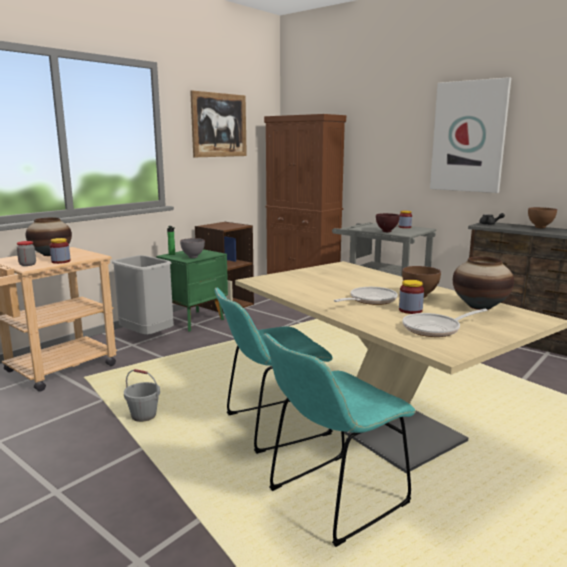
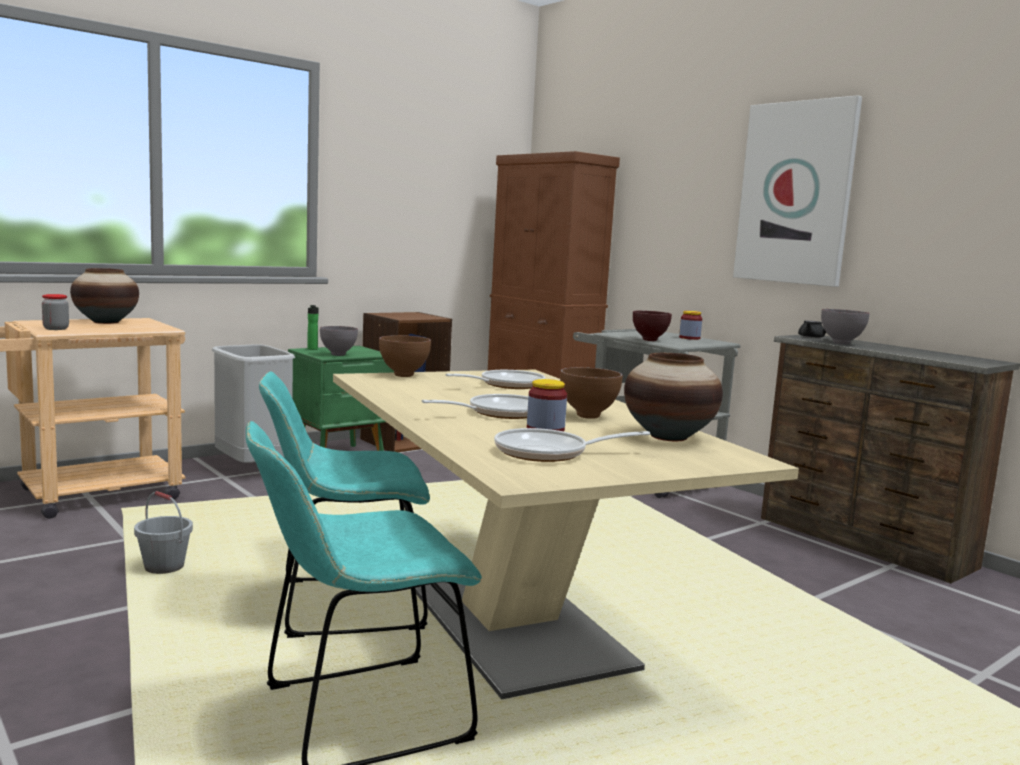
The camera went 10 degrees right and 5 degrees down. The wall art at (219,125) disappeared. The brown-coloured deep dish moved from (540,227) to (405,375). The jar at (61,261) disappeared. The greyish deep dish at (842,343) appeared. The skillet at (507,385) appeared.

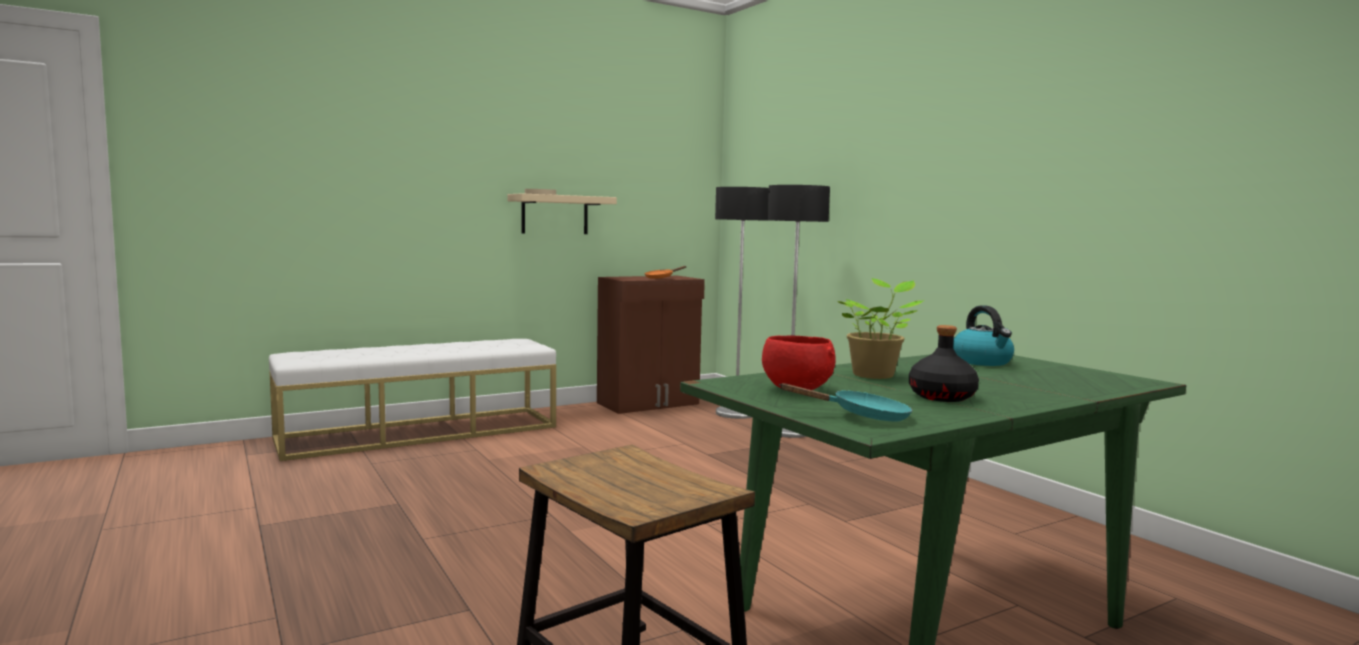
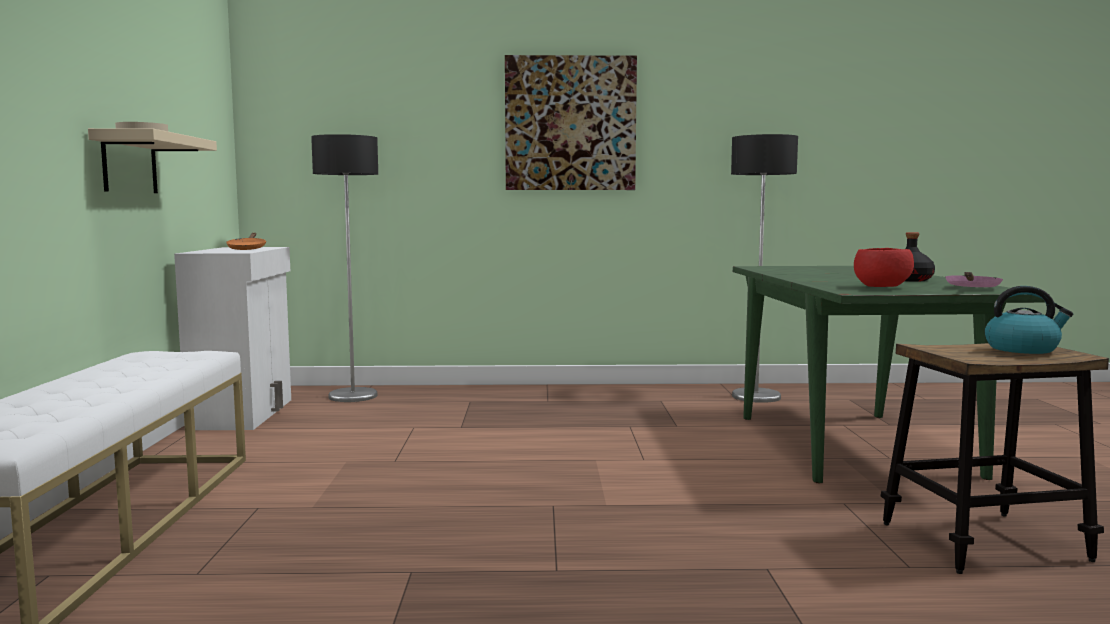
The camera went 60 degrees left and 0 degrees up. The floor lamp moved from (789,431) to (756,396). The brown-coloured storage cabinet at (649,404) became the white storage cabinet at (244,413). The houseplant at (875,375) disappeared. The water kettle moved from (982,362) to (1022,349). The turquoise skillet at (862,416) became the pinkish skillet at (972,288). The wall art at (570,123) appeared.

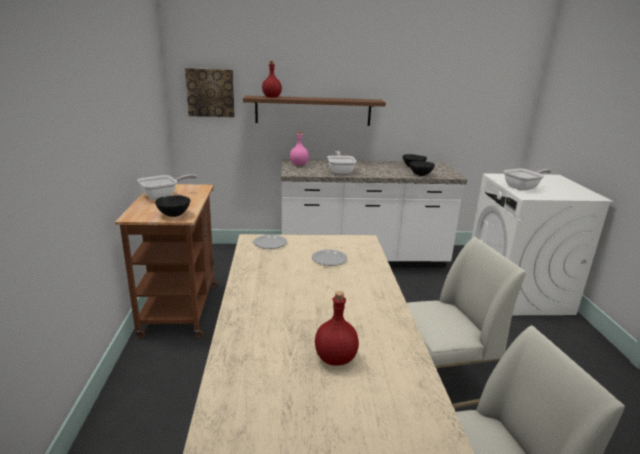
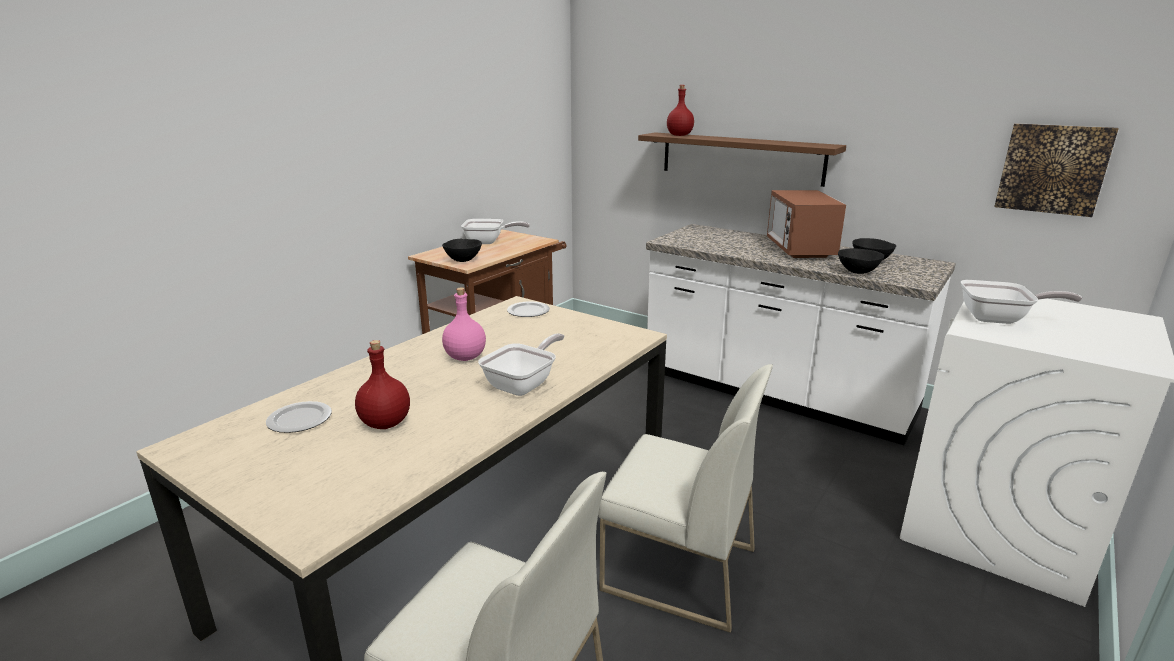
The camera went 40 degrees right and 0 degrees up. The wall art moved from (210,92) to (1053,169). The pinkish beverage bottle moved from (299,164) to (465,357). The skillet moved from (340,171) to (524,384). The dinner plate moved from (330,259) to (300,420). The microwave oven at (799,250) appeared.

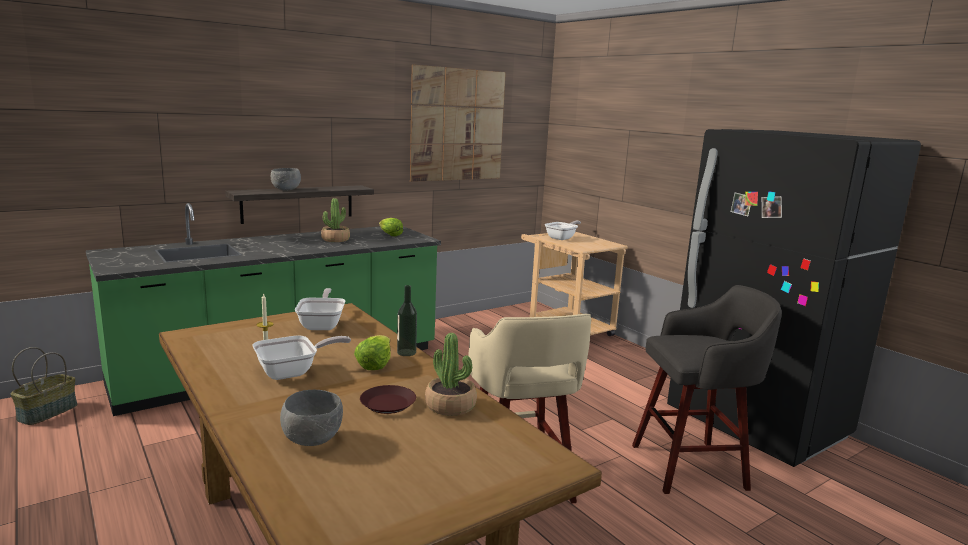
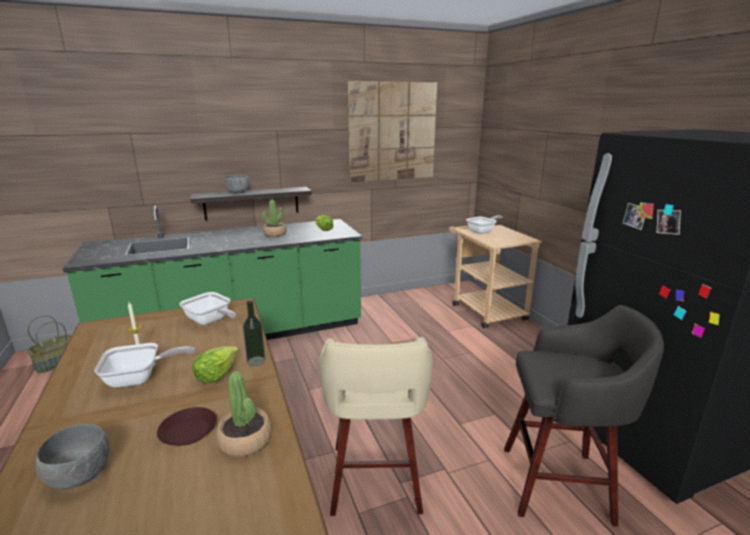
The camera went 15 degrees right and 5 degrees up. The skillet at (322,324) turned 120 degrees clockwise.

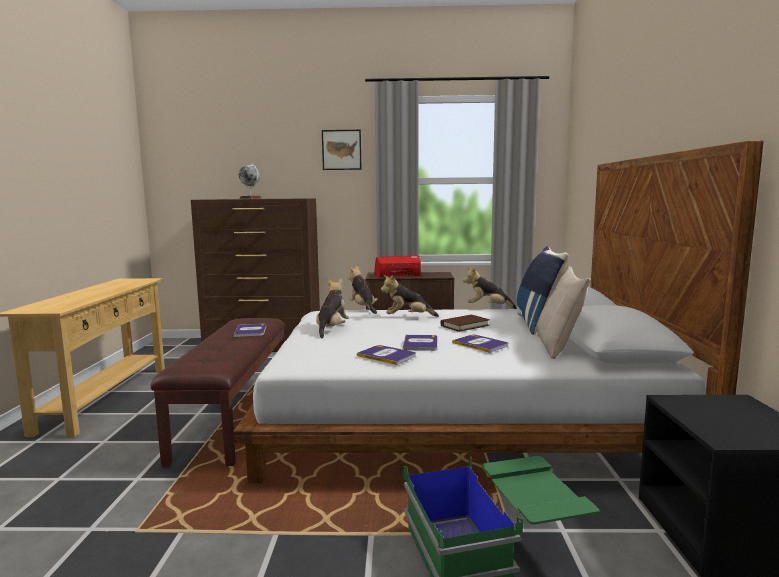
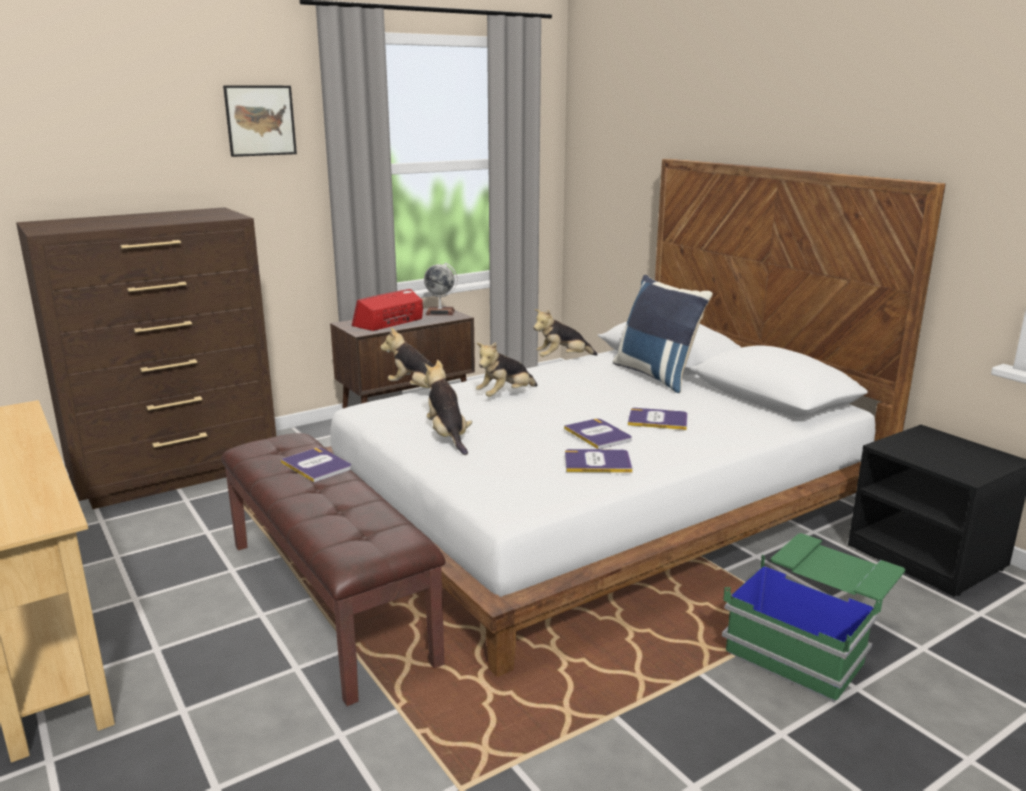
The camera went 35 degrees left and 10 degrees up. The world globe moved from (250,198) to (440,312). The beige cushion at (559,347) disappeared. The brown-coloured volume at (464,325) disappeared.

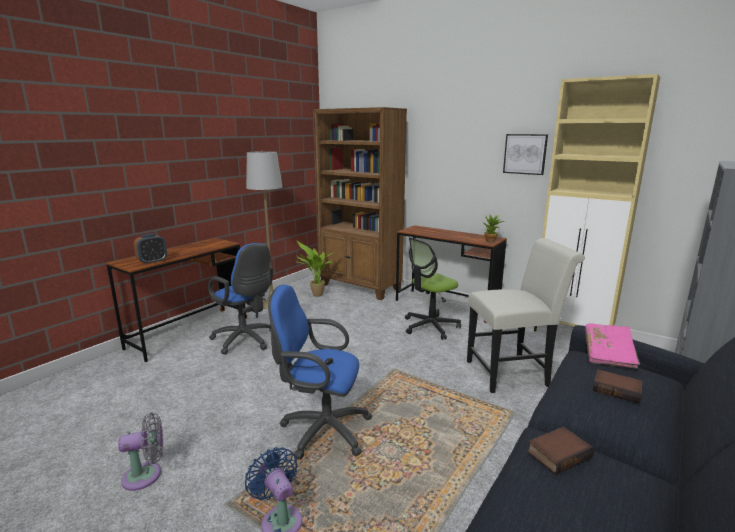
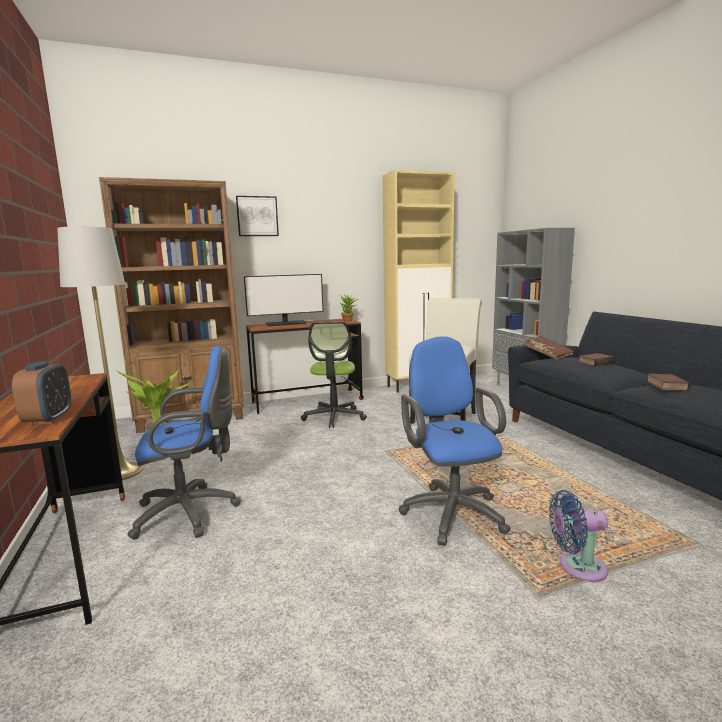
The camera went 55 degrees left and 5 degrees down. The wall art moved from (525,154) to (257,216). The blue-coloured computer chair at (321,430) turned 120 degrees clockwise. The pinkish volume at (608,354) became the brown-coloured volume at (547,355). The greyish fan at (146,475) disappeared. The computer display at (286,323) appeared.

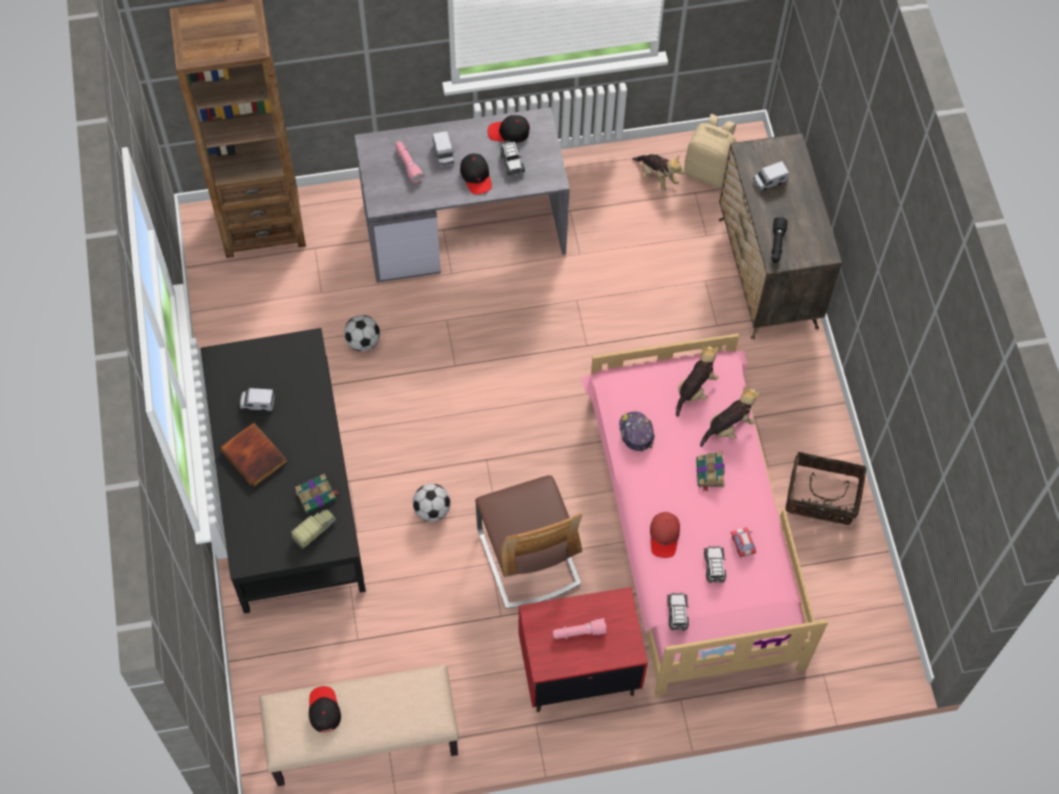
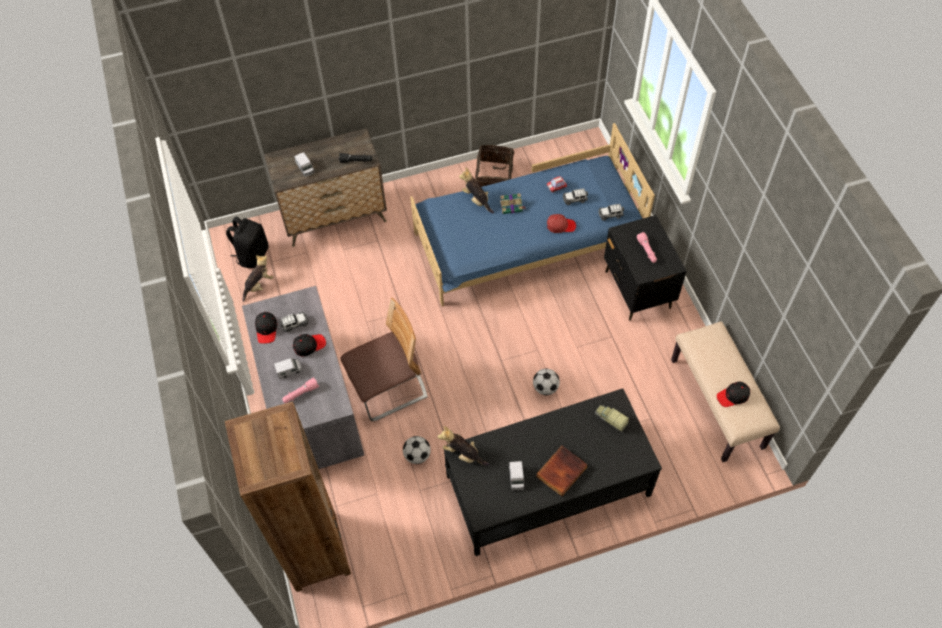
The camera went 95 degrees left and 5 degrees down. The beige backpack at (709,171) became the blackish backpack at (252,255). The pinkish sleeping bed at (691,526) became the blue-coloured sleeping bed at (526,241). The plush toy moved from (695,389) to (463,454). The peaked cap at (635,433) disappeared. The volume at (316,495) disappeared. The upright chair moved from (528,557) to (388,388). The reddish night table at (577,670) became the blackish night table at (637,290).

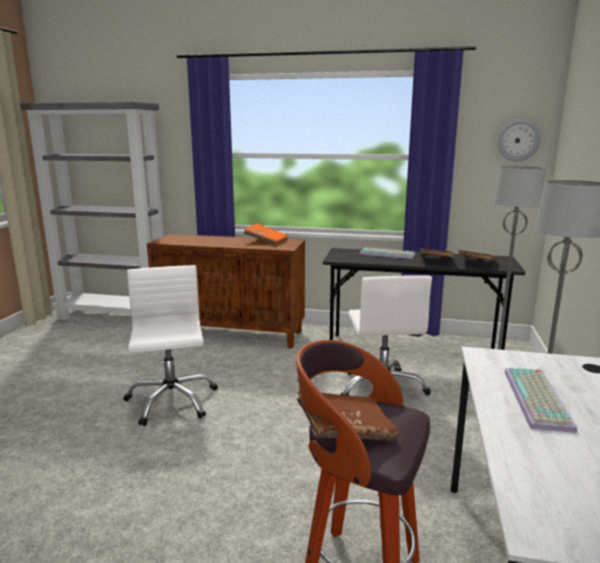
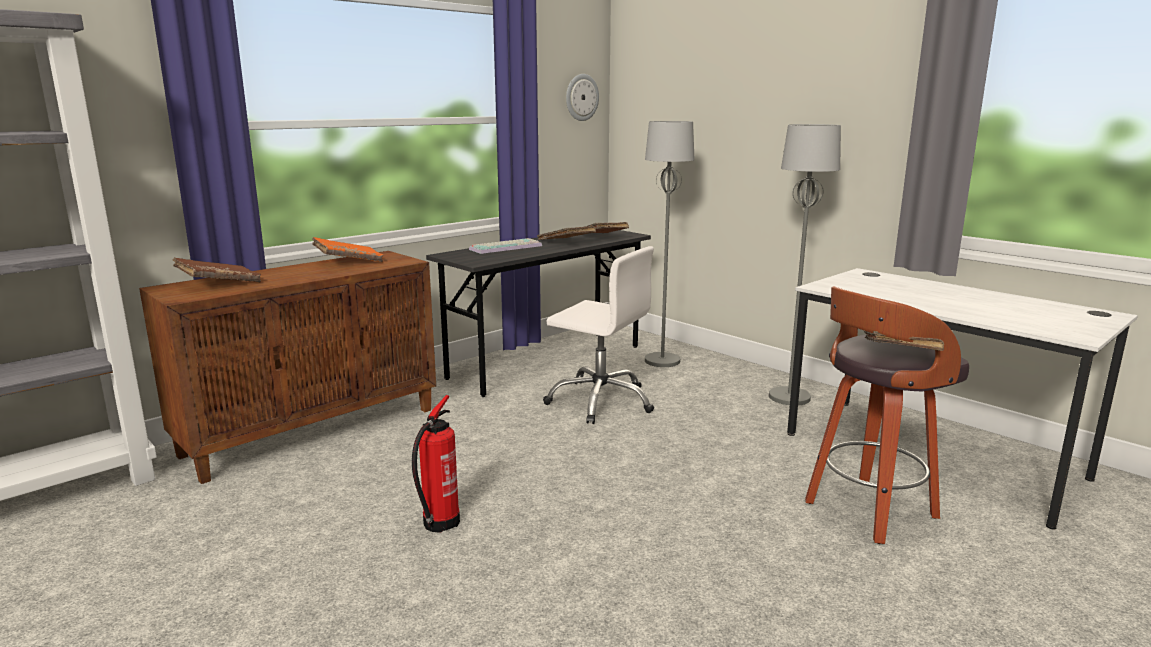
The camera went 55 degrees left and 0 degrees up. The white computer chair at (171,401) was replaced by the extinguisher at (438,524). The keyboard at (539,400) disappeared. The brown-coloured volume at (219,283) appeared.

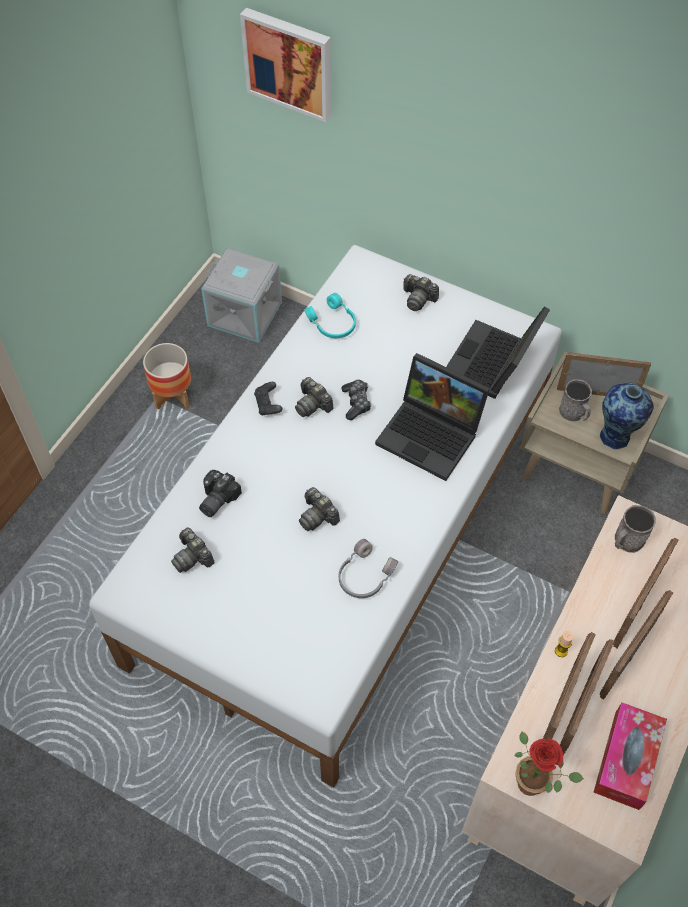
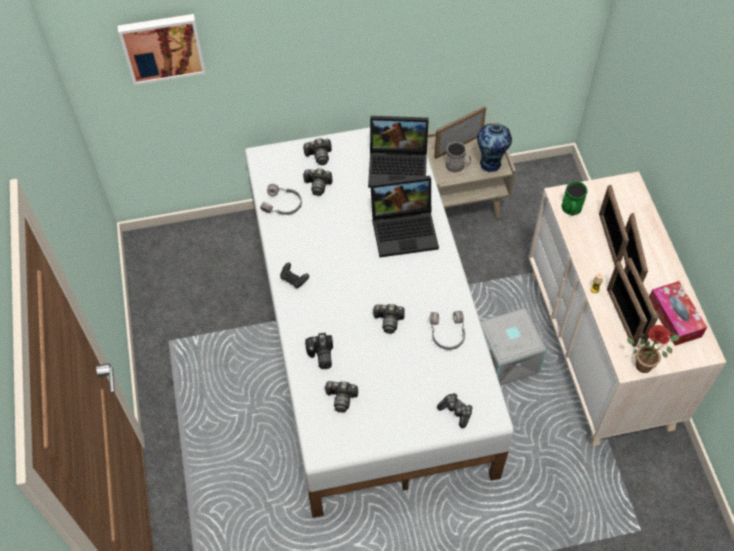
The camera went 40 degrees left and 0 degrees up. The greyish storage bin moved from (246,313) to (506,358). The turquoise headphones at (332,323) became the greyish headphones at (282,205). The portable computer at (492,365) turned 75 degrees counterclockwise. The planter at (173,396) disappeared. The photo camera moved from (313,404) to (318,185). The gamepad moved from (356,402) to (456,411). The greyish coffee mug at (626,541) became the greenish coffee mug at (571,209).

